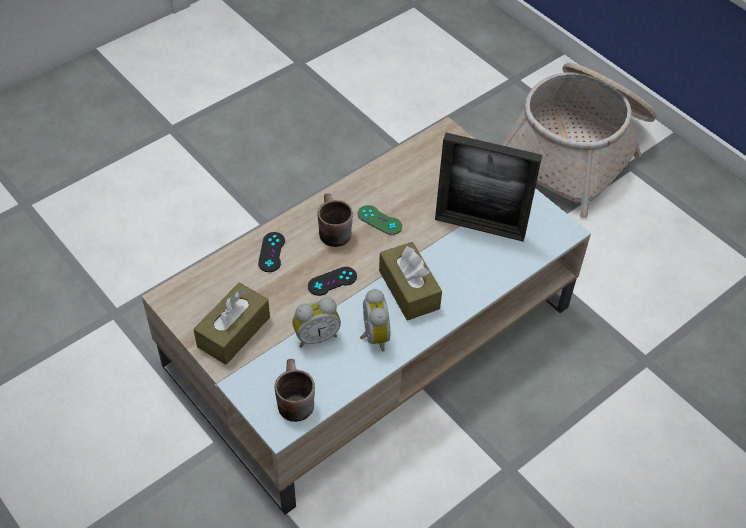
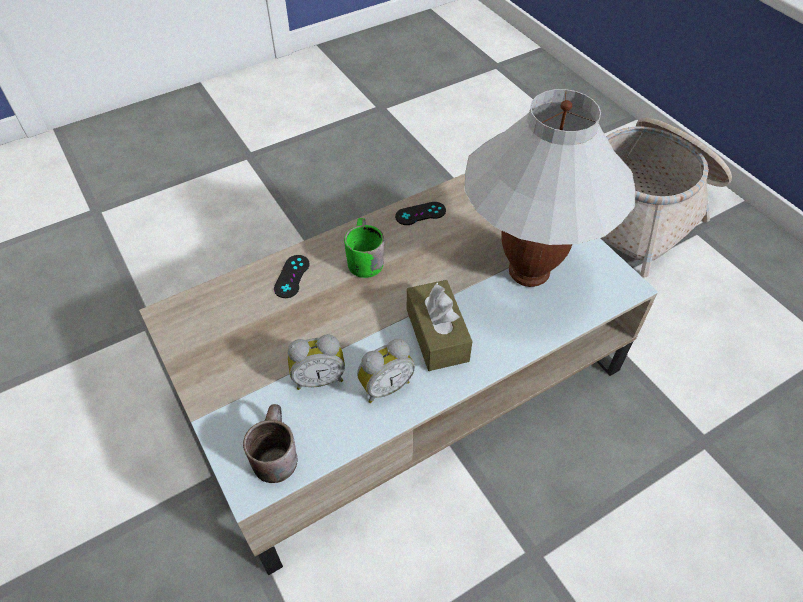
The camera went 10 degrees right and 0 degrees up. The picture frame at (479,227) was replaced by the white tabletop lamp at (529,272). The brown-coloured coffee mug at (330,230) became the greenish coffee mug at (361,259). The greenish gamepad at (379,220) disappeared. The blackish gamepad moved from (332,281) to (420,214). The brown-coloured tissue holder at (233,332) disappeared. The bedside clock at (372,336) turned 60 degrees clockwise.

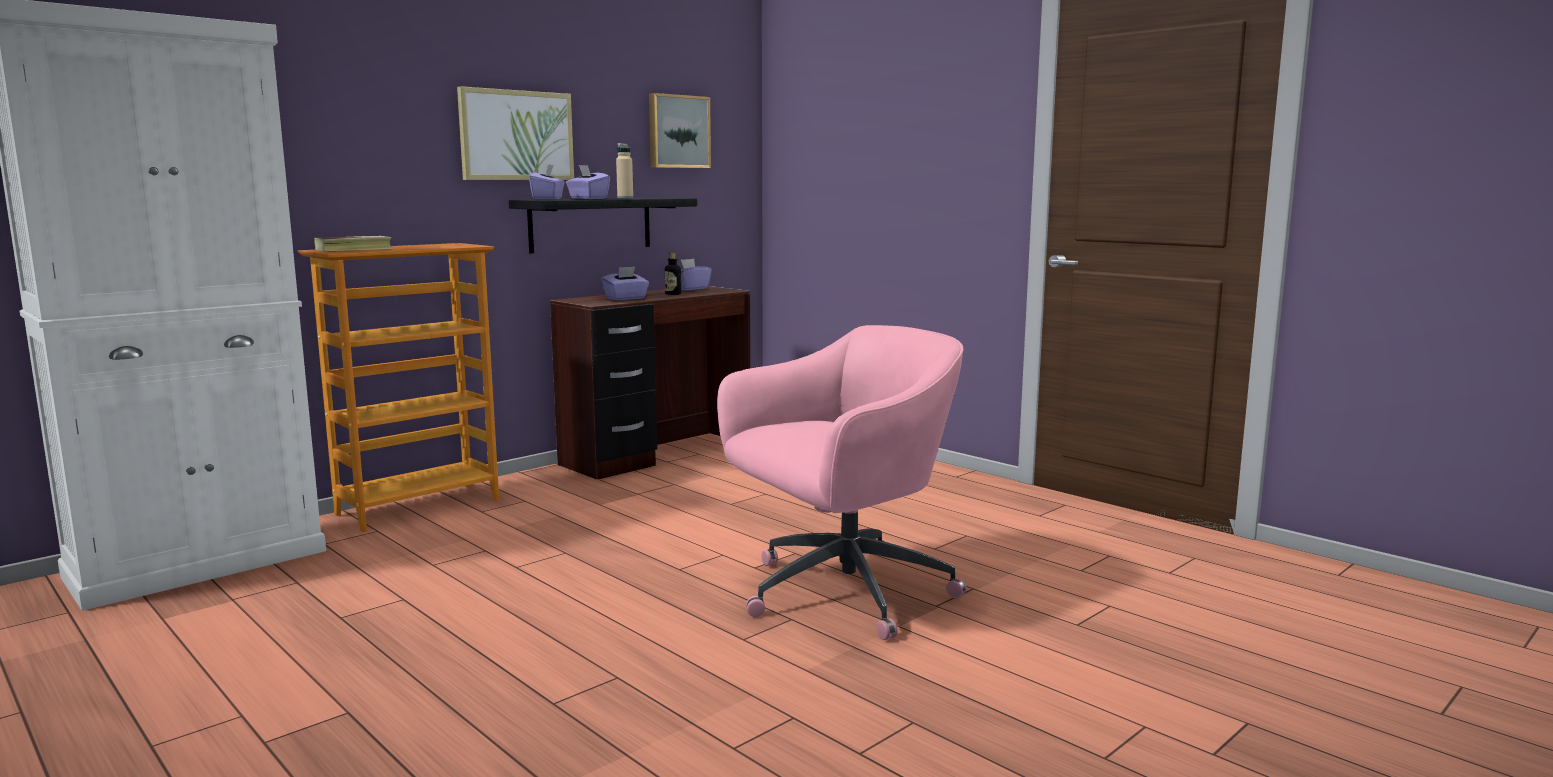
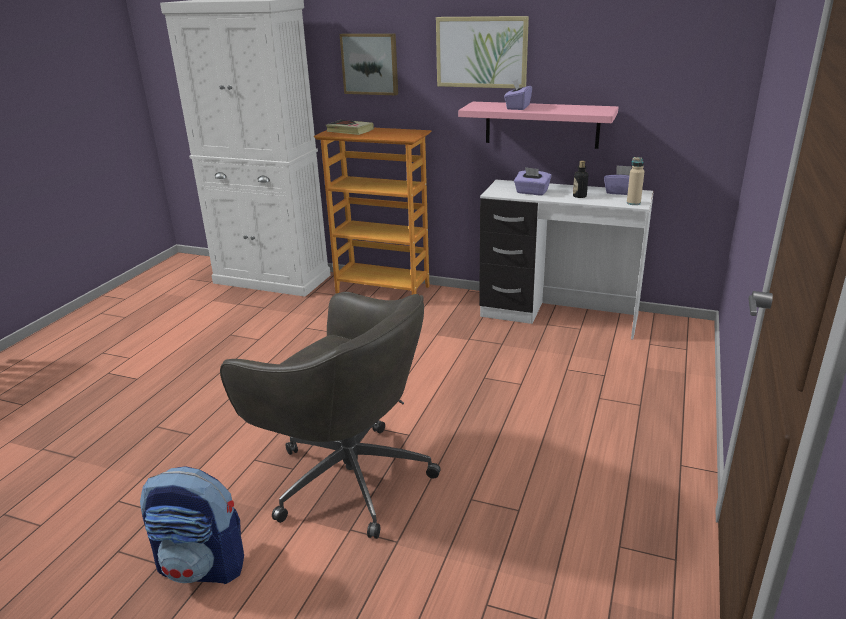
The camera went 65 degrees right and 15 degrees up. The wall art moved from (678,131) to (370,64). The beige beverage bottle moved from (625,198) to (633,203). The purple tissue holder at (548,199) disappeared. The blackish shelf at (590,224) became the pinkish shelf at (541,124). The brown-coloured desk unit at (659,454) became the white desk unit at (558,316). The pinkish computer chair at (841,593) became the greyish computer chair at (347,477). The backpack at (203,566) appeared.

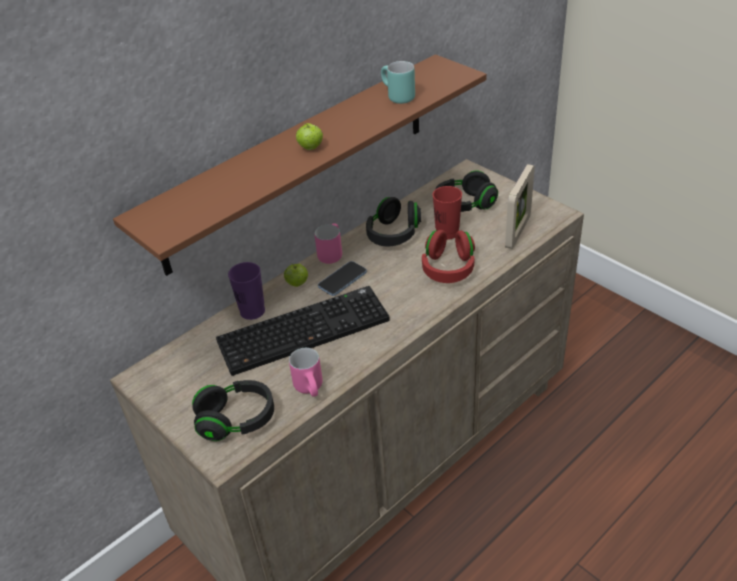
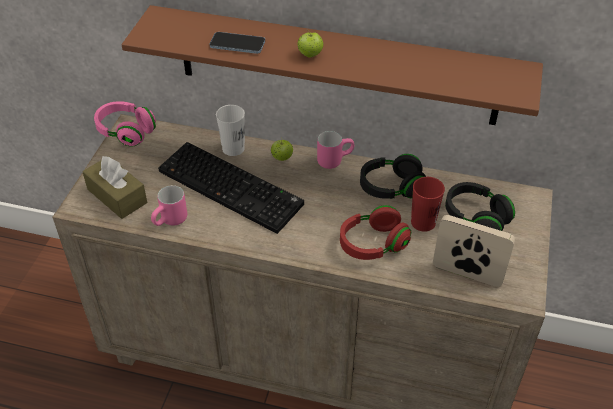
The camera went 55 degrees right and 5 degrees up. The turquoise coffee mug at (396,97) disappeared. The picture frame at (518,232) turned 150 degrees counterclockwise. The telephone moved from (342,280) to (237,44). The purple small cup at (252,311) became the white small cup at (233,148). The blackish headphones at (236,420) was replaced by the brown-coloured tissue holder at (117,196). The pinkish headphones at (126,132) appeared.

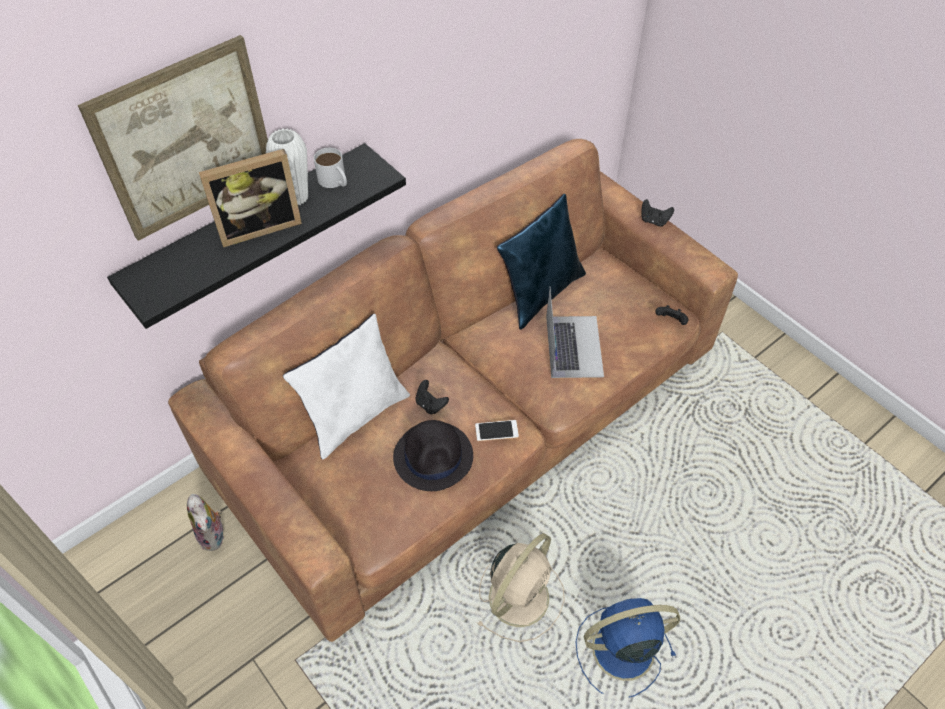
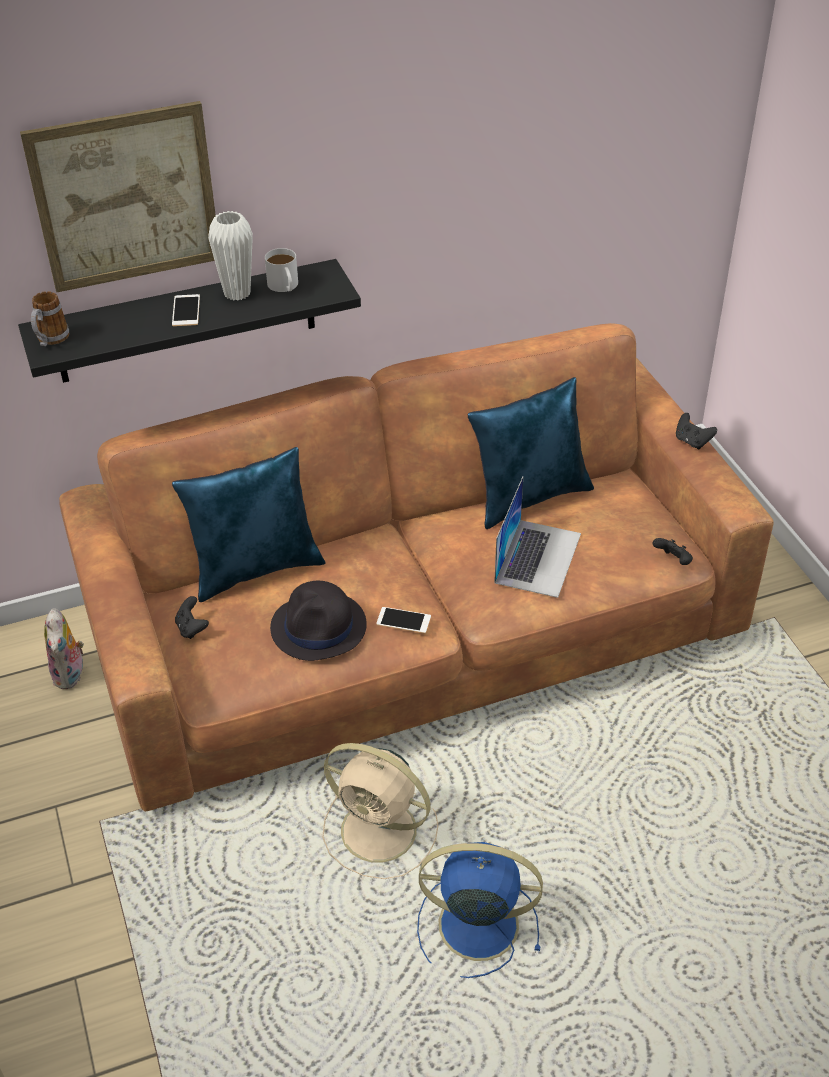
The camera went 20 degrees right and 10 degrees down. The picture frame at (259,226) was replaced by the telephone at (186,310). The white cushion at (355,415) became the blue-coloured cushion at (256,568). The blackish gamepad moved from (430,404) to (192,628). The beige fan at (520,595) turned 60 degrees clockwise. The coffee mug at (50,340) appeared.

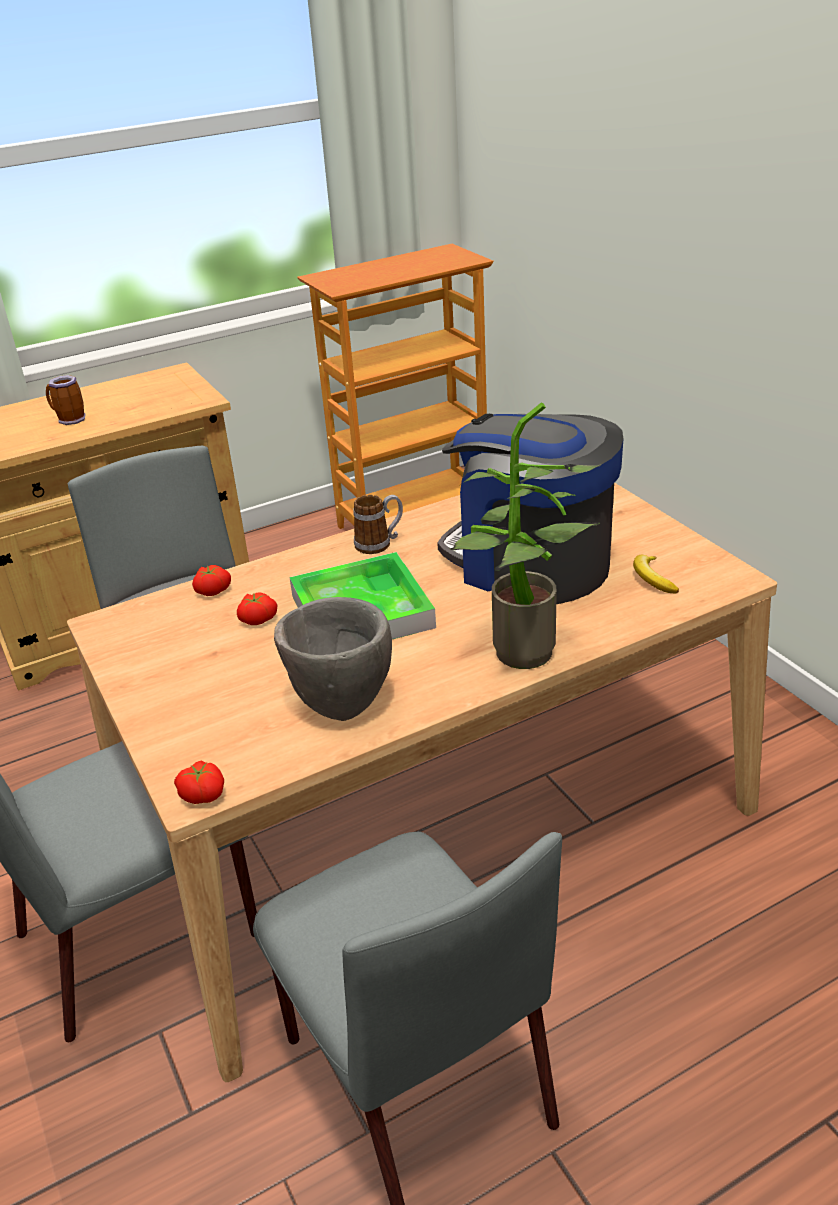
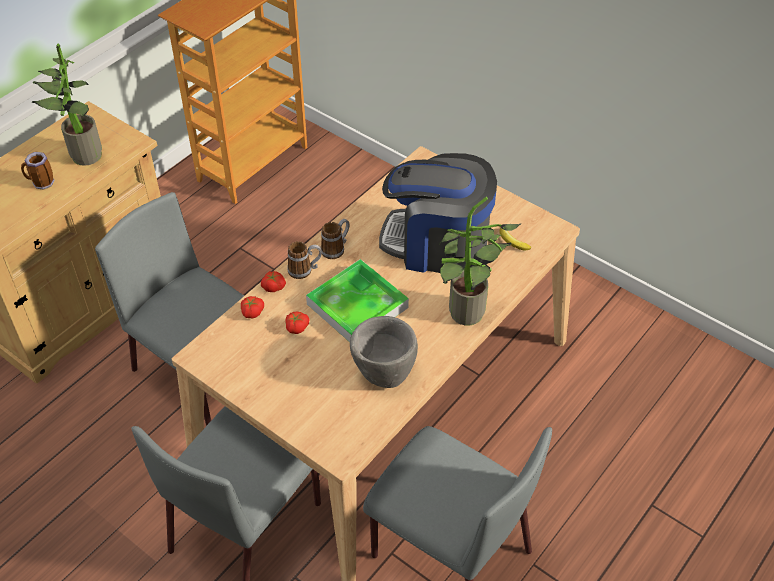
The camera went 25 degrees left and 15 degrees up. The tomato moved from (203,793) to (273,286). The houseplant at (81,156) appeared. The coffee mug at (305,270) appeared.

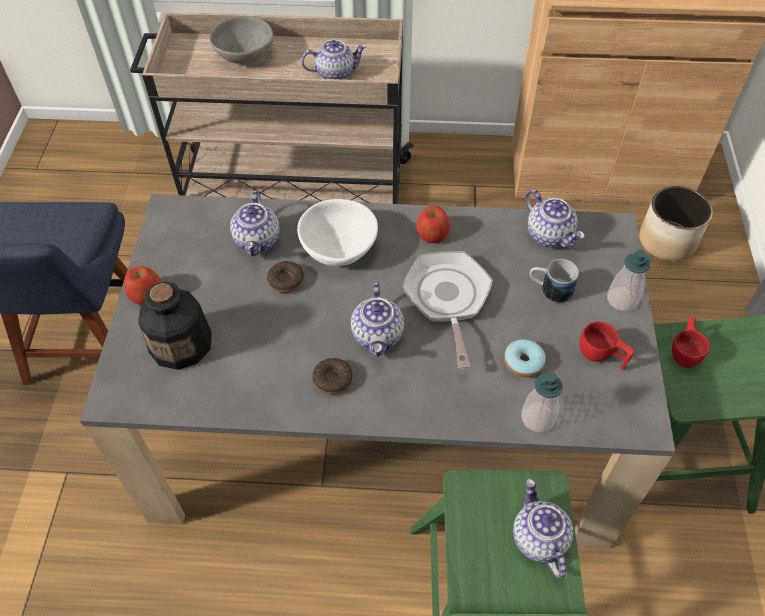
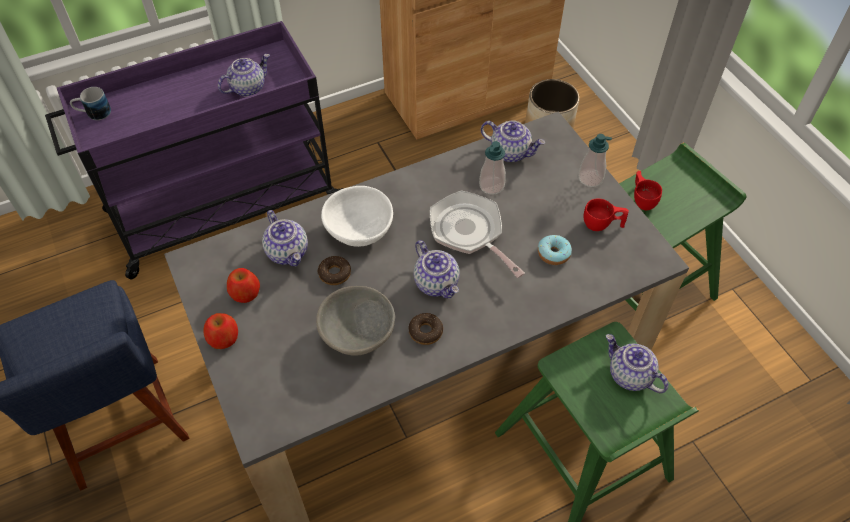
The camera went 30 degrees left and 0 degrees up. The beige wheeled cart at (292,189) became the purple wheeled cart at (222,208). The greyish deep dish moved from (245,55) to (358,333). The apple fruit moved from (432,234) to (245,292). The coffee mug moved from (549,289) to (93,113). The beverage bottle at (182,343) disappeared. The liquid soap bottle moved from (537,418) to (491,186).

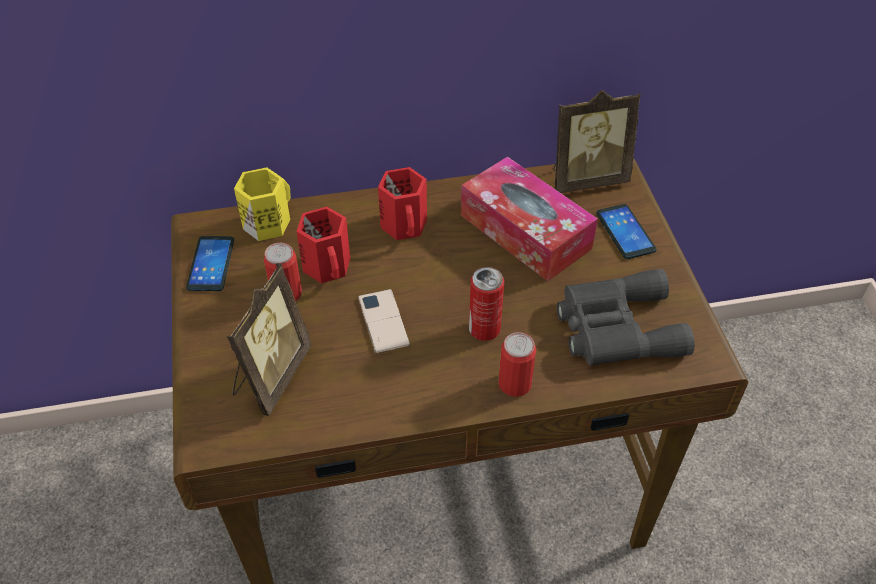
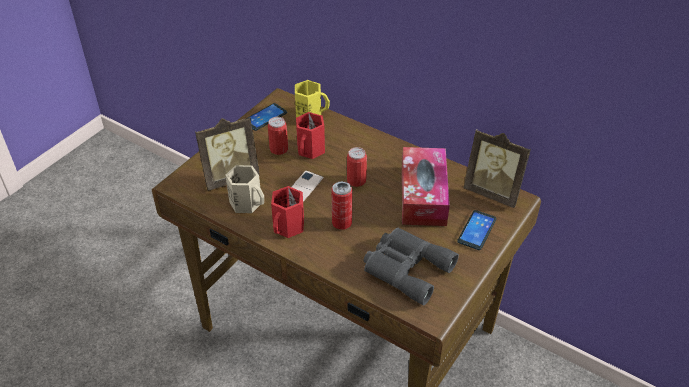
The camera went 45 degrees right and 5 degrees down. The reddish coffee mug moved from (405,225) to (289,227). The can moved from (514,383) to (356,180). The beige coffee mug at (247,202) appeared.

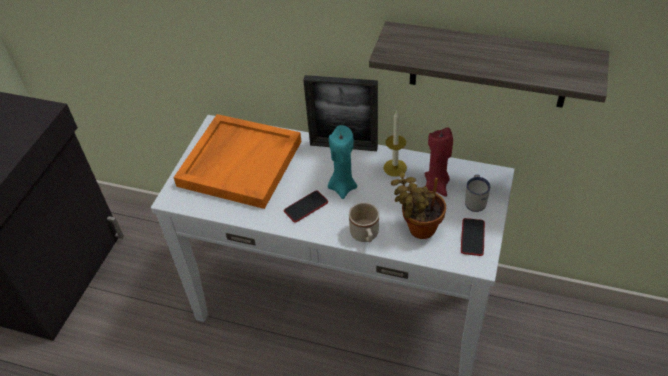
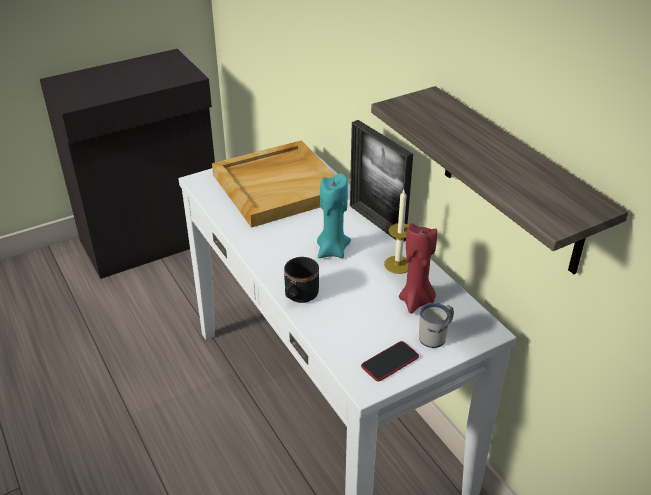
The camera went 40 degrees right and 10 degrees down. The orange carrying tray at (240,162) became the beige carrying tray at (278,186). The houseplant at (418,228) disappeared. The telephone at (306,207) disappeared. The beige coffee mug at (365,236) became the blackish coffee mug at (299,297).

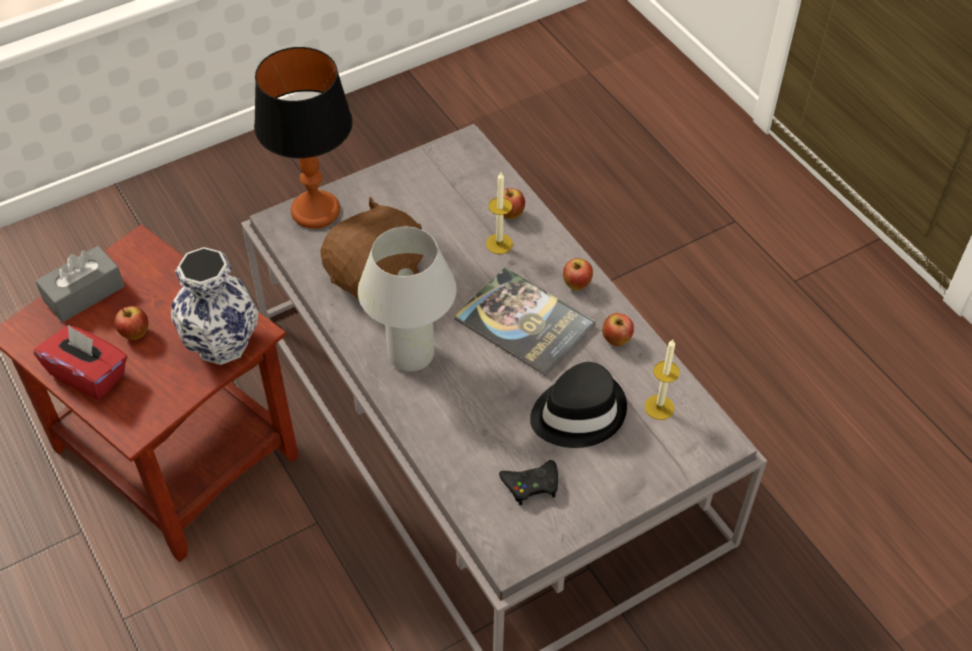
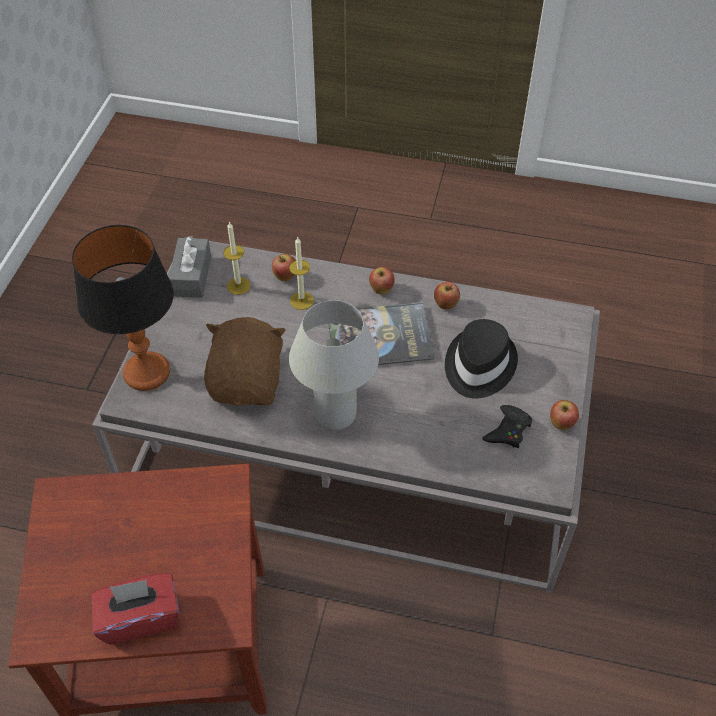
The camera went 45 degrees left and 0 degrees up. The greyish tissue holder moved from (84,293) to (191,276). The vase at (221,345) disappeared. The apple fruit moved from (135,334) to (561,424). The wax candle moved from (659,407) to (238,286).

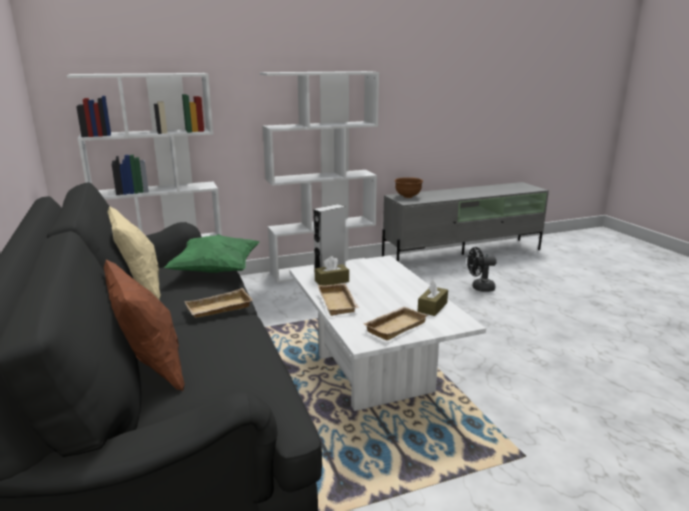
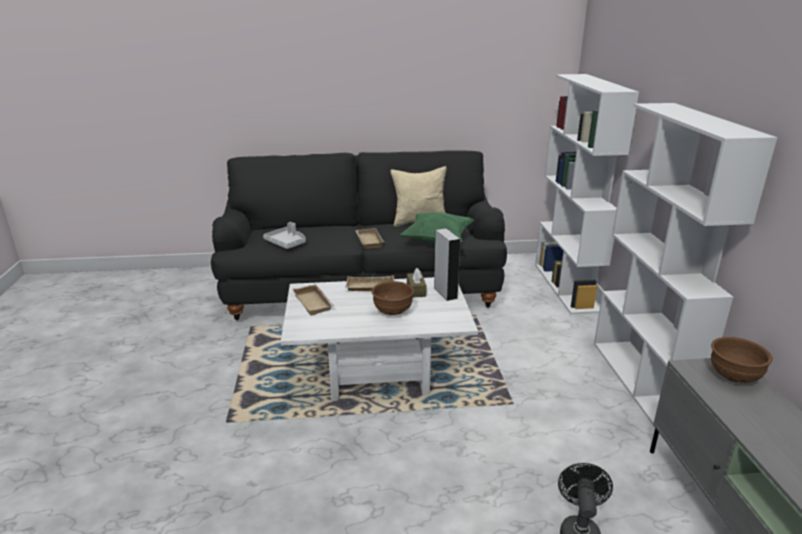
The camera went 105 degrees right and 5 degrees up. The brown-coloured cushion at (150,370) disappeared. The brown-coloured tissue holder at (432,307) disappeared. The greyish carrying tray at (286,243) appeared. The brown-coloured deep dish at (393,312) appeared.

